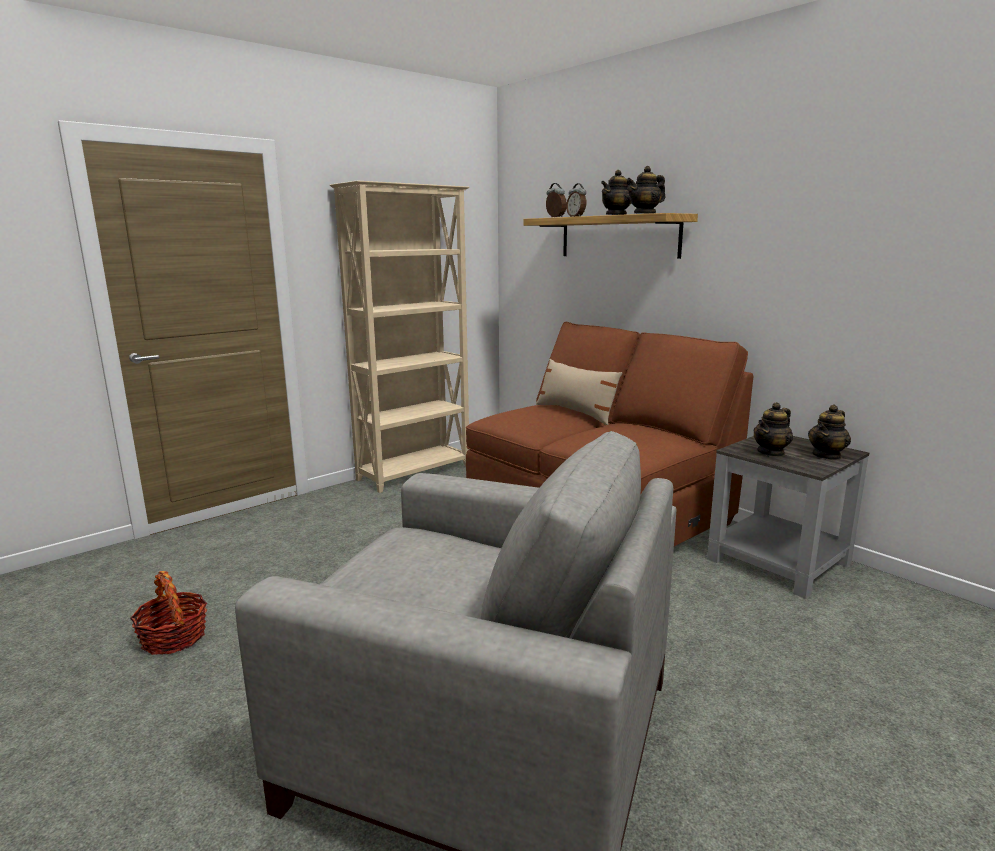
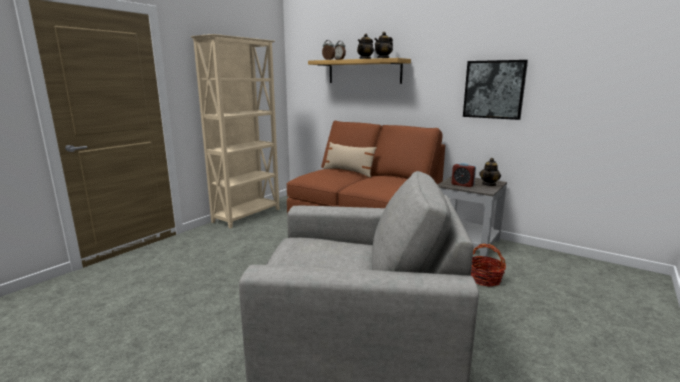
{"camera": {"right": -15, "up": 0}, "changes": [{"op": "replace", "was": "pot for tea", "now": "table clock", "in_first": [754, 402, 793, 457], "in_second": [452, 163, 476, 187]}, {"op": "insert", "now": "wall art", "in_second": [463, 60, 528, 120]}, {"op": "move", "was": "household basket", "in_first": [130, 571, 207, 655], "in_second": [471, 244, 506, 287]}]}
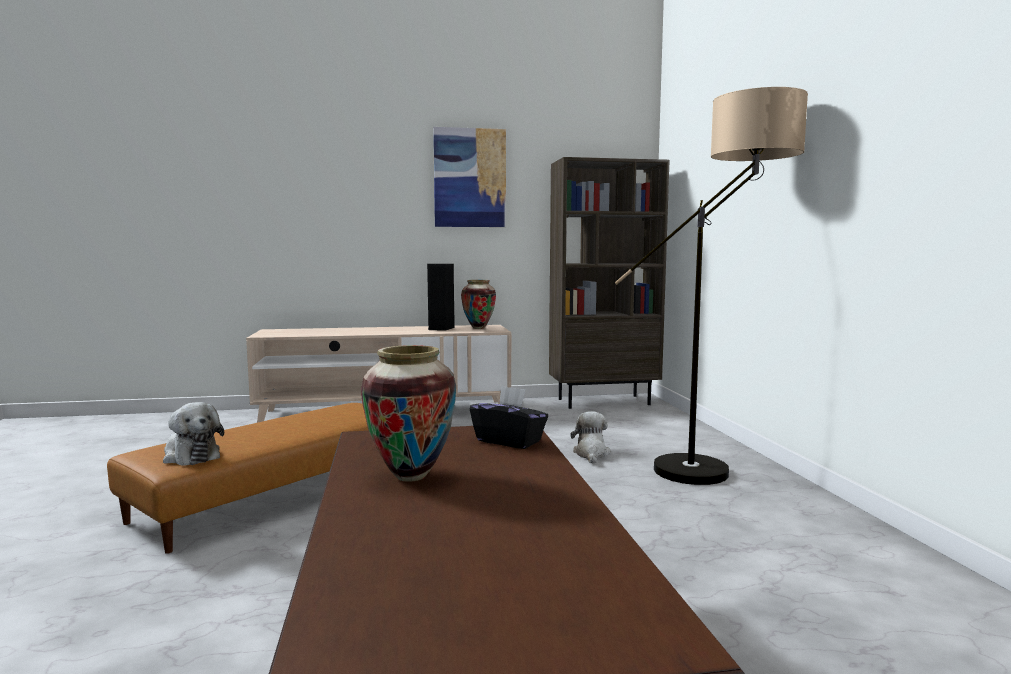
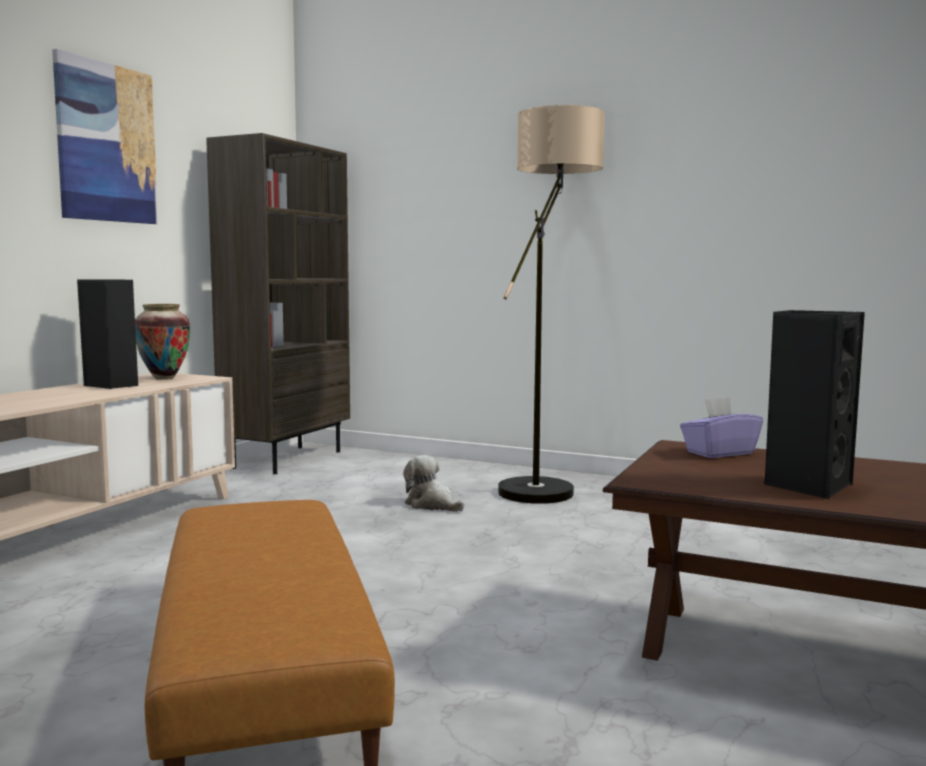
{"camera": {"right": -55, "up": 0}, "changes": [{"op": "recolor", "was": "black-coloured tissue box", "now": "purple-coloured tissue box", "in_first": [470, 386, 548, 449], "in_second": [680, 397, 763, 458]}, {"op": "replace", "was": "decorative vase", "now": "black-coloured loudspeaker", "in_first": [361, 345, 456, 482], "in_second": [764, 310, 865, 499]}, {"op": "delete", "was": "cuddly toy", "in_first": [163, 402, 224, 466]}]}
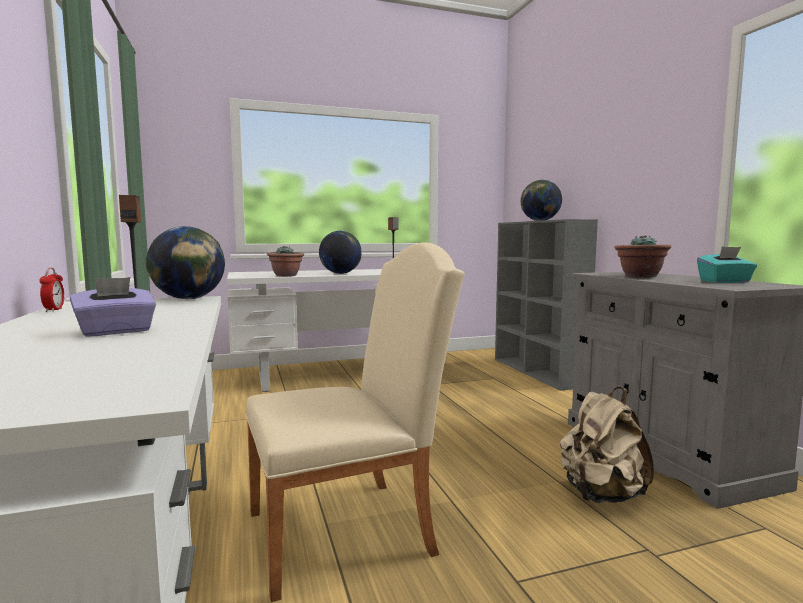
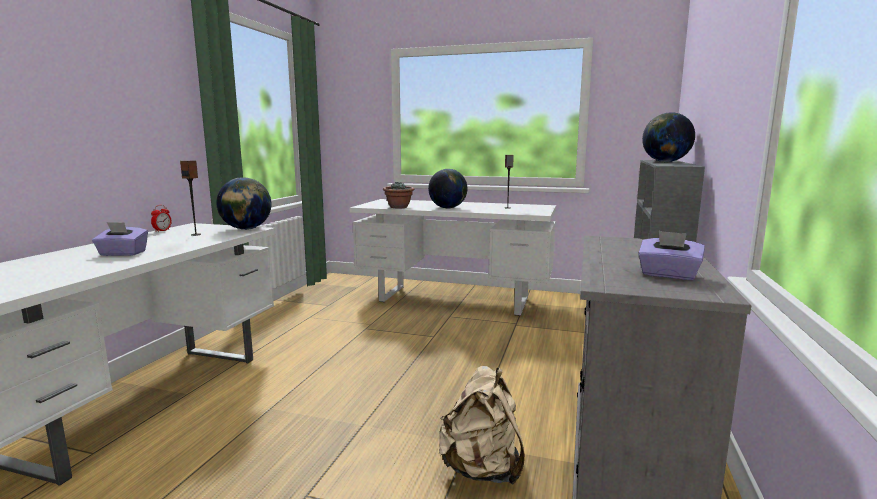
{"camera": {"right": 35, "up": 5}, "changes": [{"op": "recolor", "was": "turquoise-coloured tissue box", "now": "purple-coloured tissue box", "in_first": [697, 247, 757, 283], "in_second": [638, 231, 705, 280]}, {"op": "delete", "was": "sand-coloured upright chair", "in_first": [246, 242, 465, 602]}, {"op": "delete", "was": "plant in a pot", "in_first": [615, 235, 671, 278]}]}
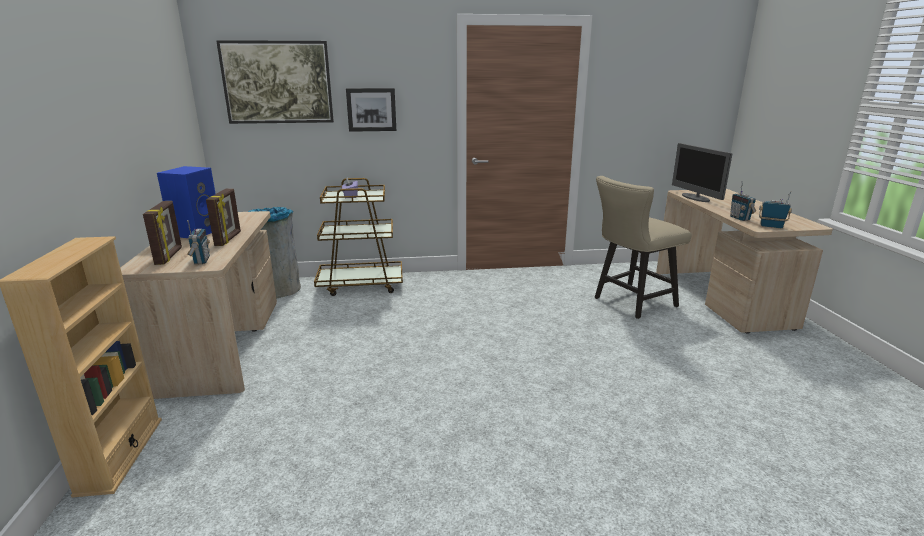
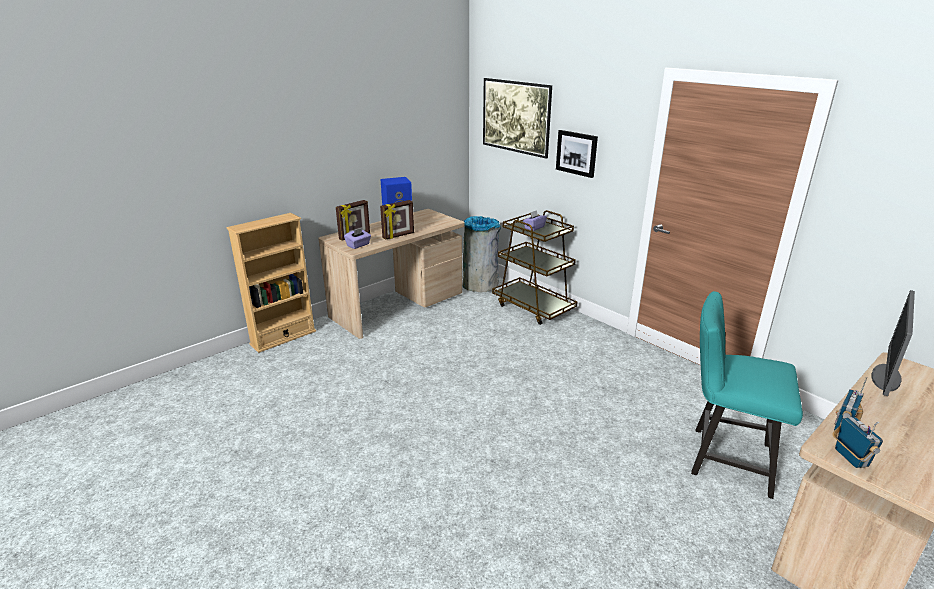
{"camera": {"right": 55, "up": 5}, "changes": [{"op": "replace", "was": "radio", "now": "purple-coloured tissue box", "in_first": [187, 220, 210, 264], "in_second": [344, 228, 371, 249]}, {"op": "recolor", "was": "sand-coloured upright chair", "now": "turquoise-coloured upright chair", "in_first": [595, 176, 691, 319], "in_second": [691, 291, 803, 499]}]}
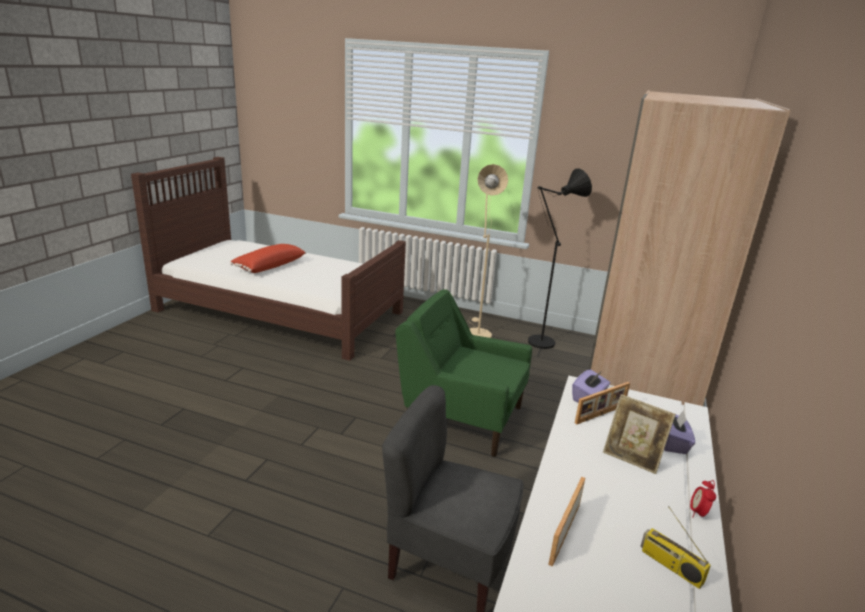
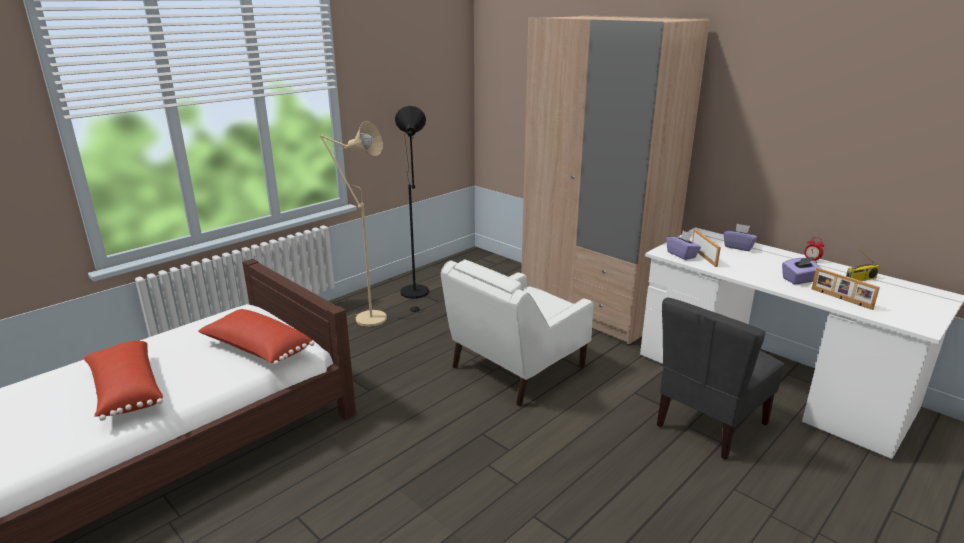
{"camera": {"right": -65, "up": 0}, "changes": [{"op": "insert", "now": "red pillow", "in_second": [198, 309, 314, 365]}, {"op": "recolor", "was": "greenish armchair", "now": "whitish armchair", "in_first": [395, 289, 532, 457], "in_second": [441, 259, 594, 406]}, {"op": "insert", "now": "purple-coloured tissue box", "in_second": [782, 257, 822, 284]}, {"op": "delete", "was": "photo frame", "in_first": [603, 394, 676, 474]}]}
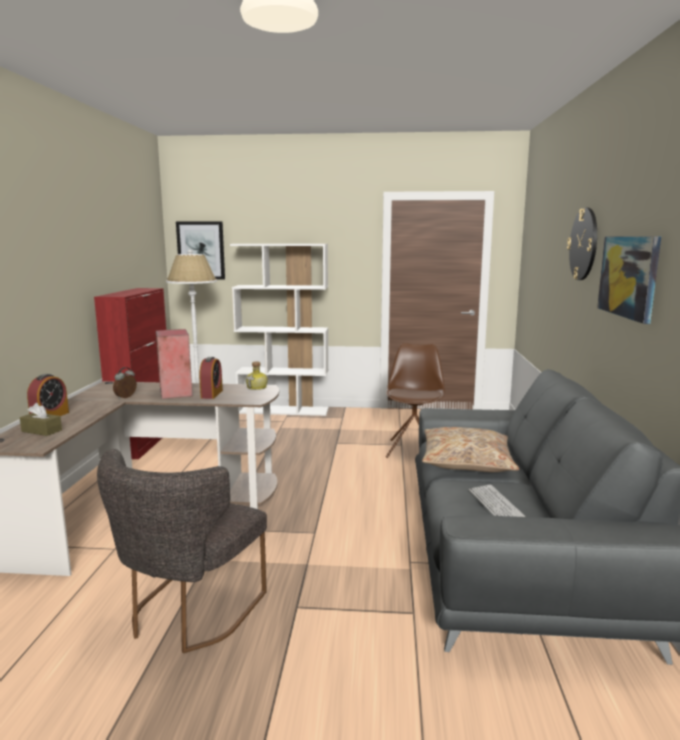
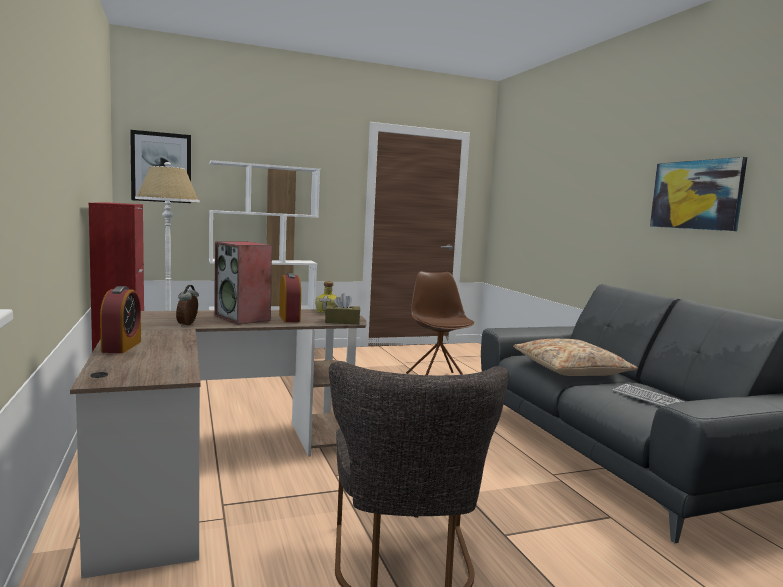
{"camera": {"right": -25, "up": -5}, "changes": [{"op": "move", "was": "brown tissue box", "in_first": [20, 403, 62, 436], "in_second": [325, 293, 360, 324]}, {"op": "delete", "was": "hanging clock", "in_first": [567, 207, 597, 280]}]}
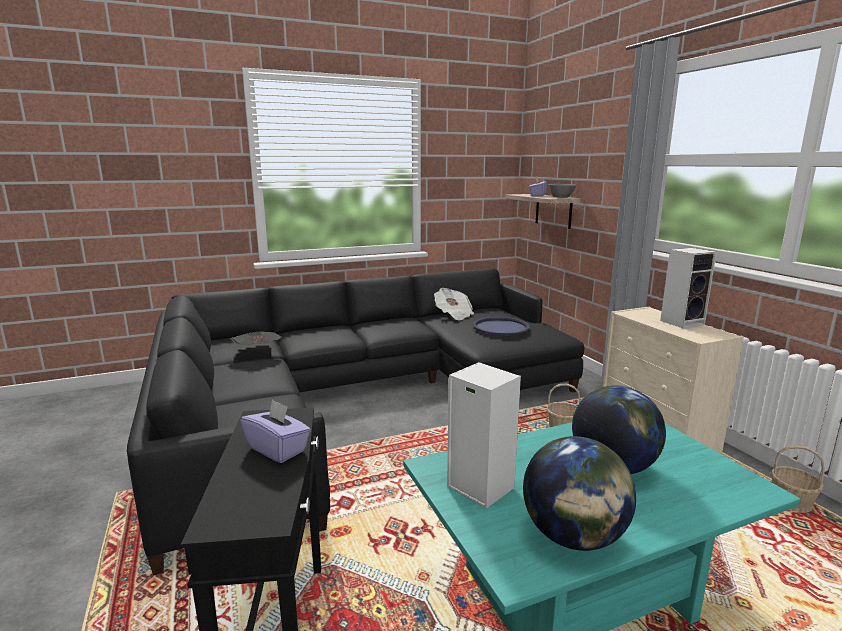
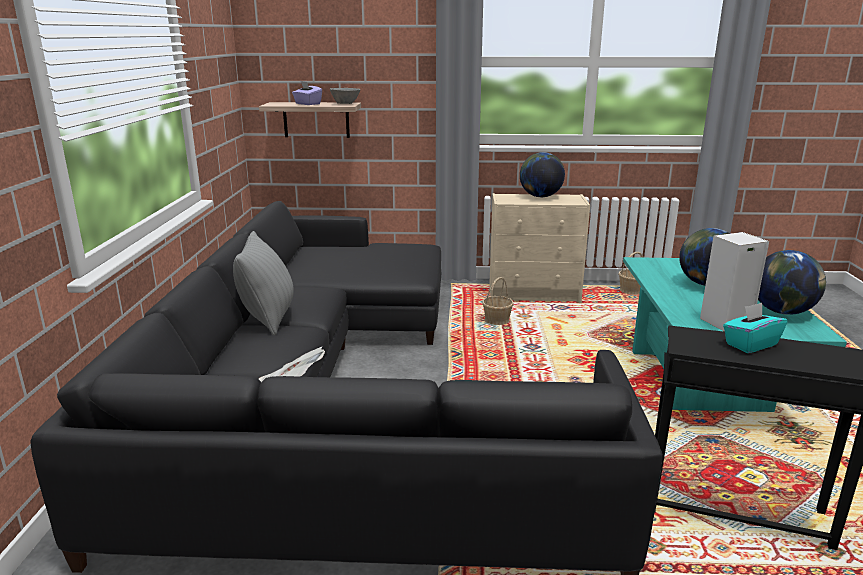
{"camera": {"right": -65, "up": 5}, "changes": [{"op": "insert", "now": "gray pillow", "in_second": [233, 231, 294, 335]}, {"op": "replace", "was": "loudspeaker", "now": "world globe", "in_first": [660, 248, 717, 328], "in_second": [520, 152, 565, 197]}, {"op": "recolor", "was": "purple-coloured tissue box", "now": "turquoise-coloured tissue box", "in_first": [240, 399, 311, 463], "in_second": [723, 303, 787, 353]}, {"op": "delete", "was": "daily paper", "in_first": [434, 288, 474, 321]}, {"op": "delete", "was": "blue-coloured serving tray", "in_first": [473, 317, 530, 336]}]}
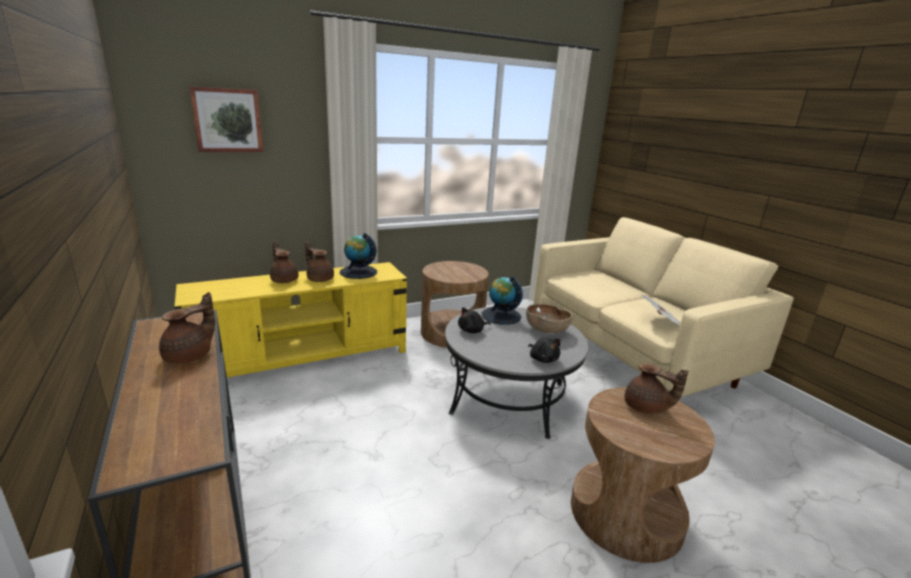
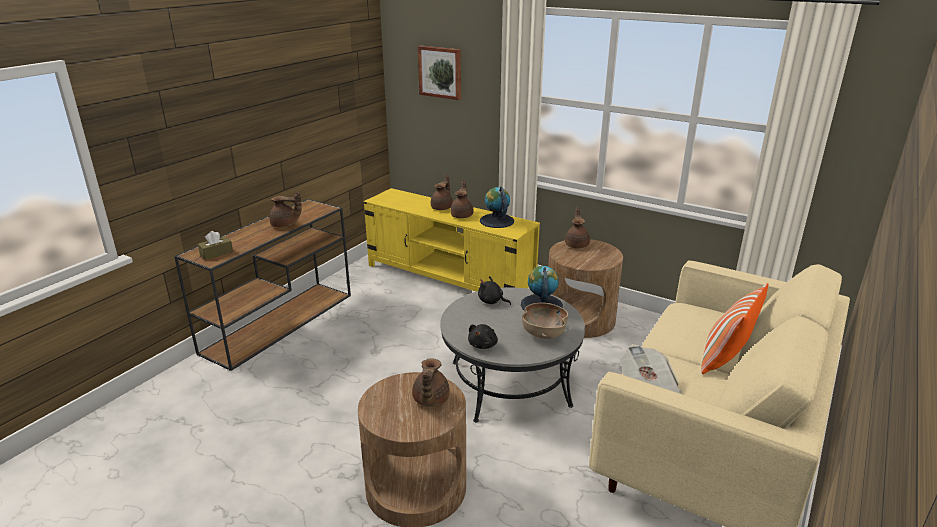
{"camera": {"right": 60, "up": 5}, "changes": [{"op": "insert", "now": "brown tissue box", "in_second": [198, 231, 233, 260]}, {"op": "insert", "now": "brown pot for tea", "in_second": [565, 207, 590, 248]}, {"op": "insert", "now": "pillow", "in_second": [701, 283, 769, 374]}]}
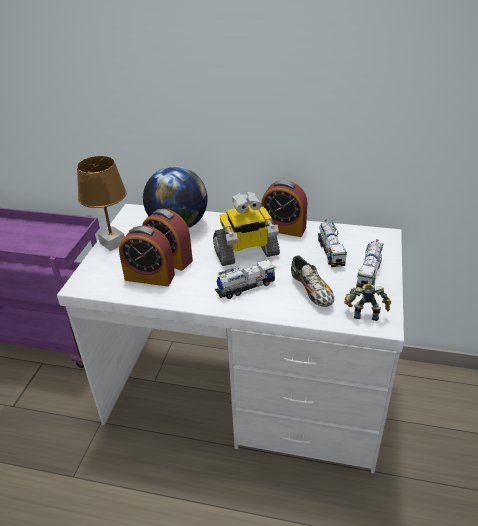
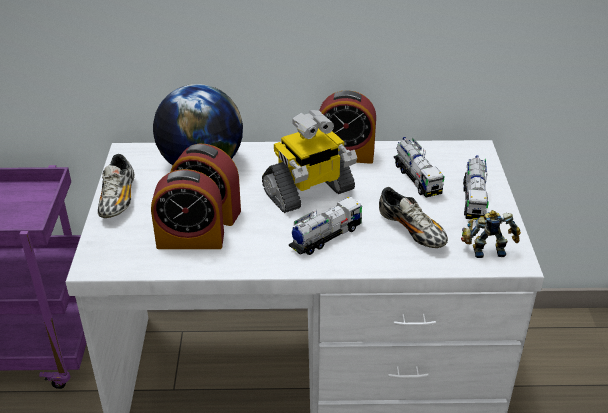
{"camera": {"right": -15, "up": 0}, "changes": [{"op": "replace", "was": "brown lamp for a table", "now": "low shoe", "in_first": [77, 156, 127, 251], "in_second": [98, 154, 135, 218]}]}
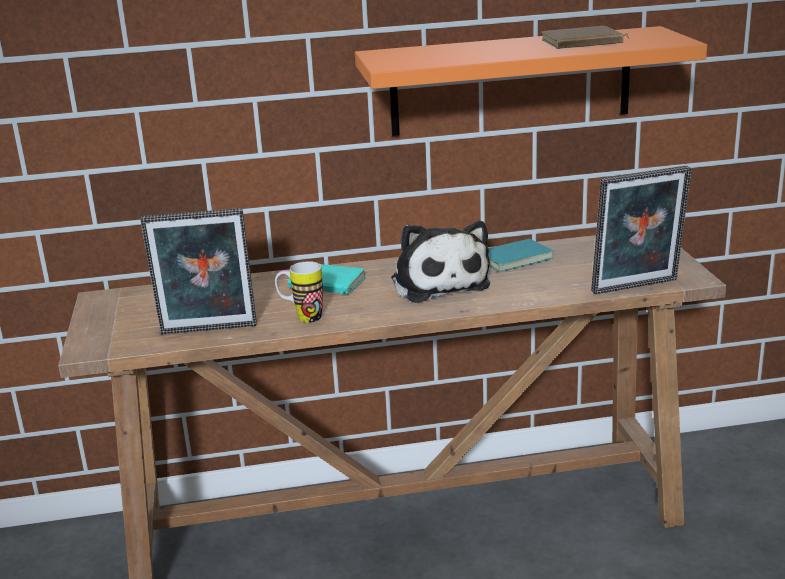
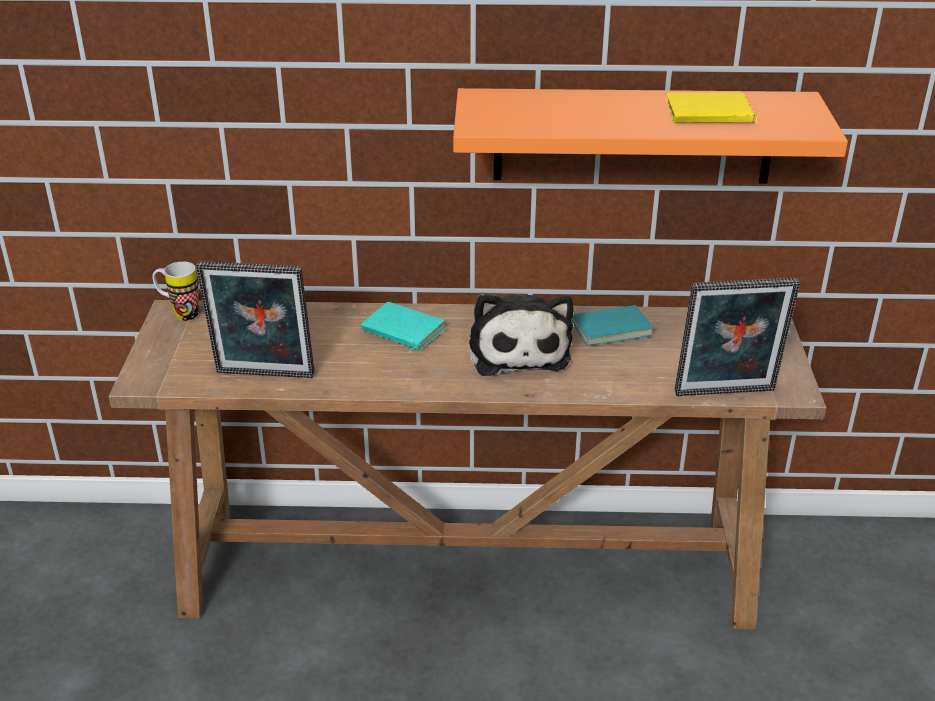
{"camera": {"right": 10, "up": 10}, "changes": [{"op": "move", "was": "mug", "in_first": [275, 261, 323, 323], "in_second": [152, 261, 199, 321]}, {"op": "recolor", "was": "brown book", "now": "yellow-coloured book", "in_first": [541, 26, 629, 49], "in_second": [667, 92, 759, 124]}]}
